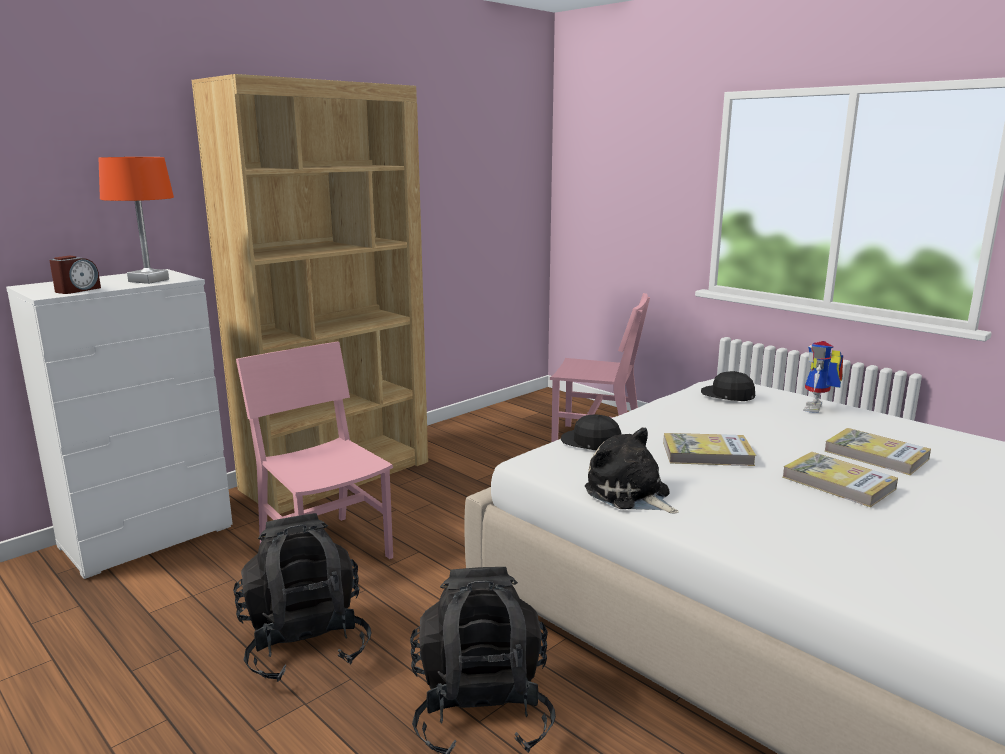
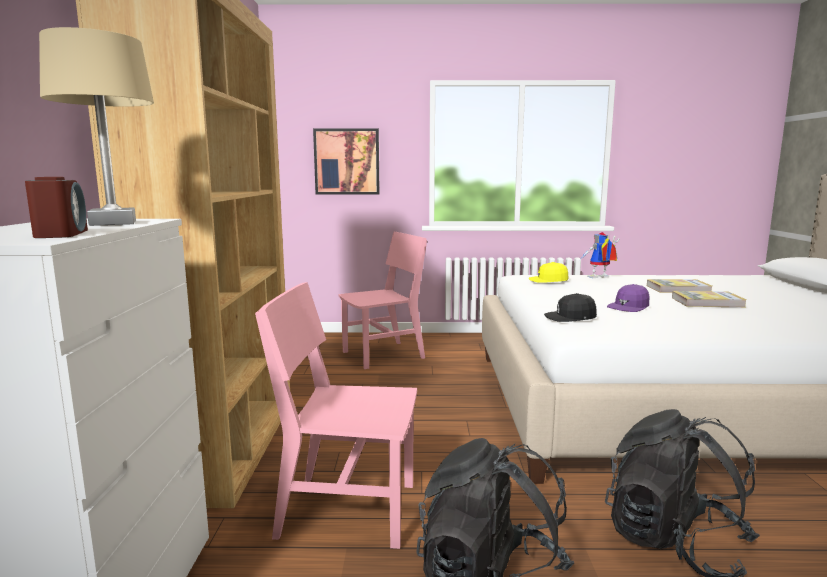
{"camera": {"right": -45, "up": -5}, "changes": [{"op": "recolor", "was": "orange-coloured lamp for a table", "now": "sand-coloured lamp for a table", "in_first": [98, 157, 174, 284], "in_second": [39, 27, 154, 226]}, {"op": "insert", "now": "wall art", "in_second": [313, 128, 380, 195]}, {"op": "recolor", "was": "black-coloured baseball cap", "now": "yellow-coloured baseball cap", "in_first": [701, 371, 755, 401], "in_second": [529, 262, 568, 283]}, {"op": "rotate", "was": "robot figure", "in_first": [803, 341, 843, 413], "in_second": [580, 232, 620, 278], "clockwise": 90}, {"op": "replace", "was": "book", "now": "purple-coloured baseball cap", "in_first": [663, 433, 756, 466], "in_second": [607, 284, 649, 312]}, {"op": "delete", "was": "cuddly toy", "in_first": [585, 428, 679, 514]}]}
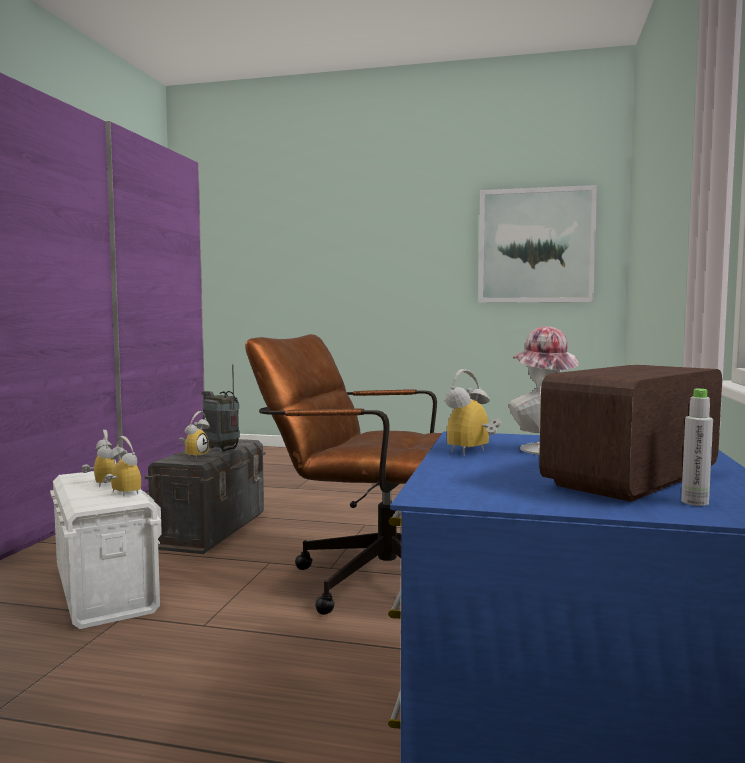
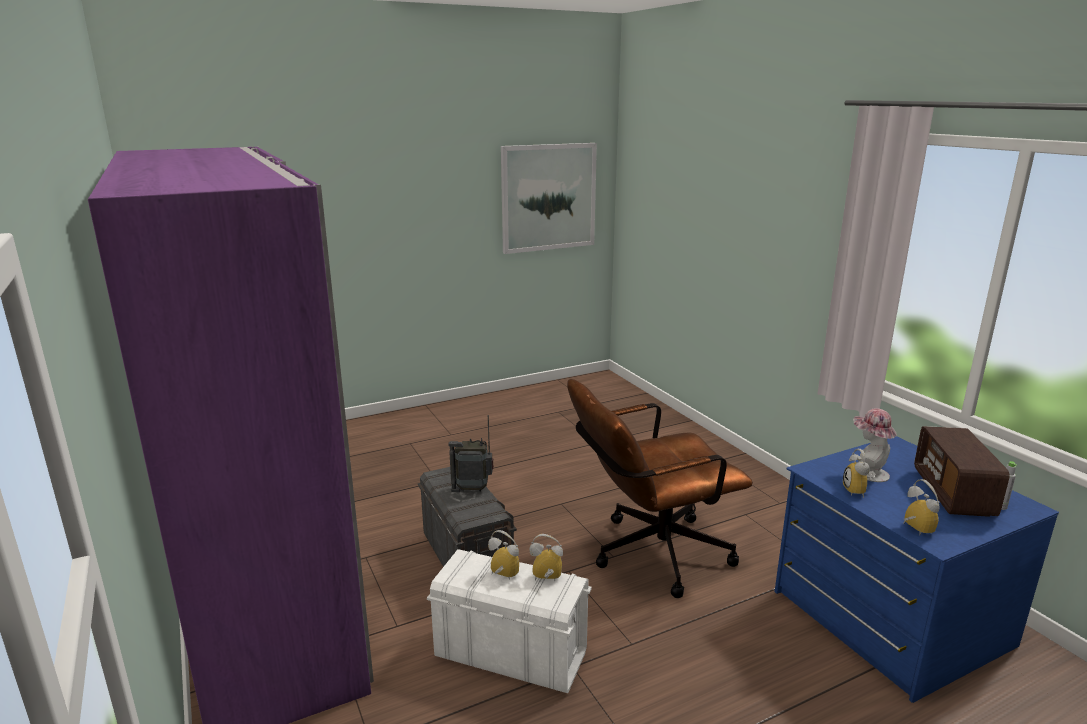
{"camera": {"right": -40, "up": 15}, "changes": [{"op": "move", "was": "table clock", "in_first": [179, 411, 210, 459], "in_second": [903, 479, 940, 535]}]}
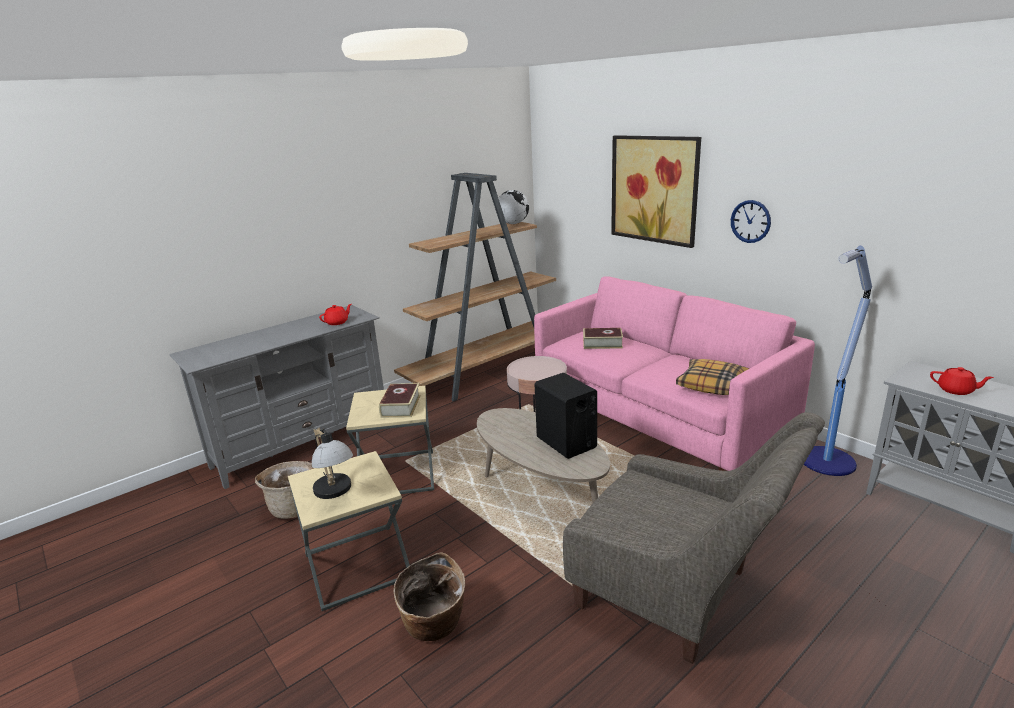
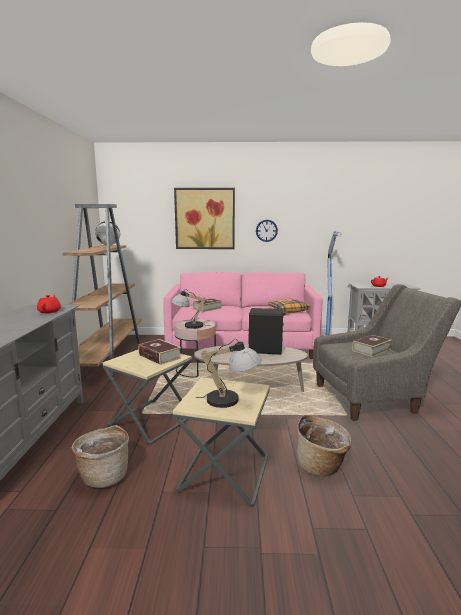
{"camera": {"right": -50, "up": -10}, "changes": [{"op": "insert", "now": "lamp for a table", "in_second": [171, 289, 208, 329]}, {"op": "insert", "now": "book", "in_second": [352, 335, 392, 357]}]}
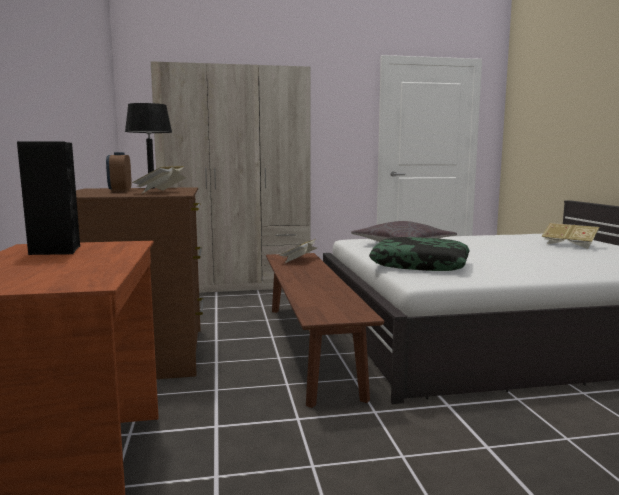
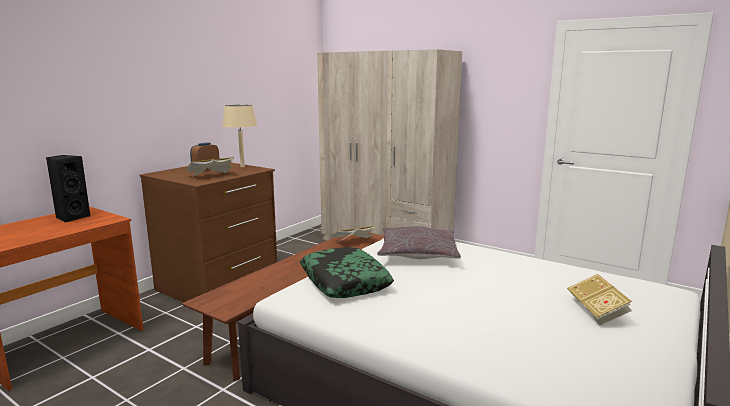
{"camera": {"right": 45, "up": 5}, "changes": [{"op": "recolor", "was": "black-coloured lamp for a table", "now": "sand-coloured lamp for a table", "in_first": [125, 103, 172, 189], "in_second": [222, 105, 257, 167]}]}
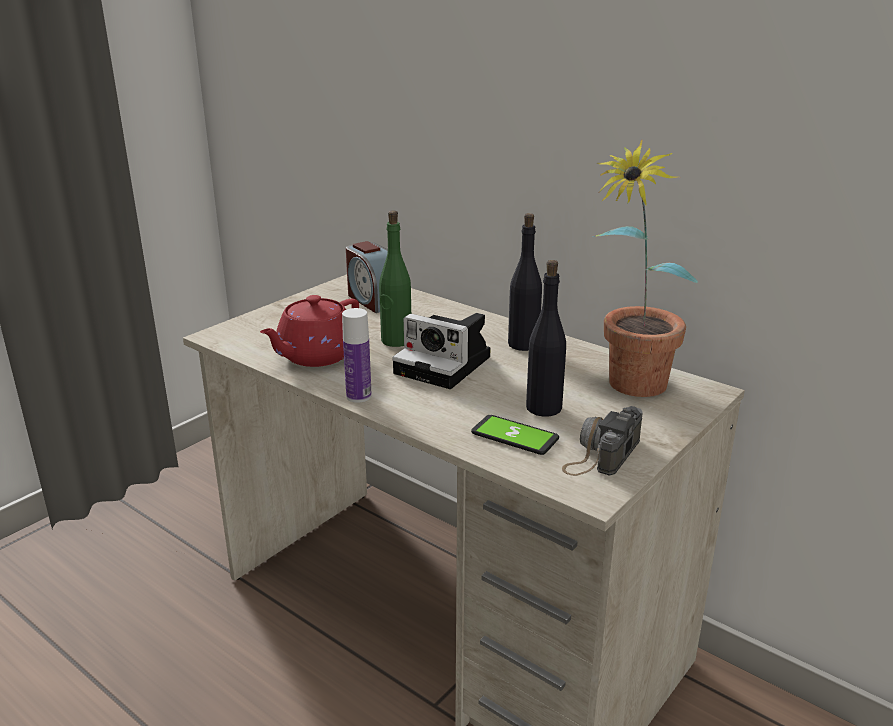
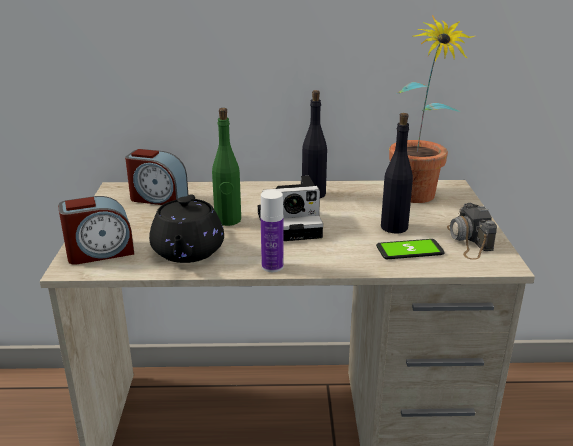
{"camera": {"right": -40, "up": 0}, "changes": [{"op": "insert", "now": "table clock", "in_second": [58, 196, 134, 265]}, {"op": "recolor", "was": "red pot for tea", "now": "black-coloured pot for tea", "in_first": [260, 295, 359, 367], "in_second": [149, 195, 224, 263]}]}
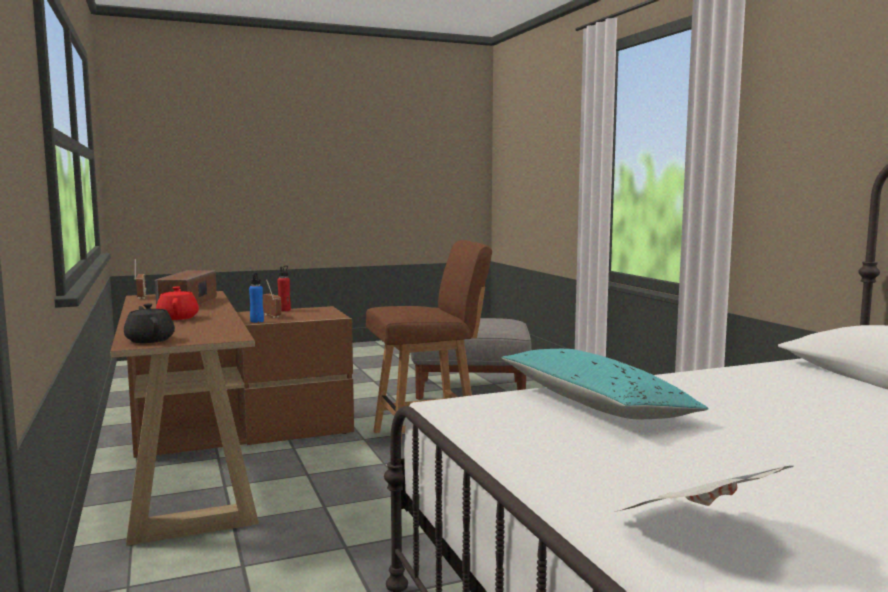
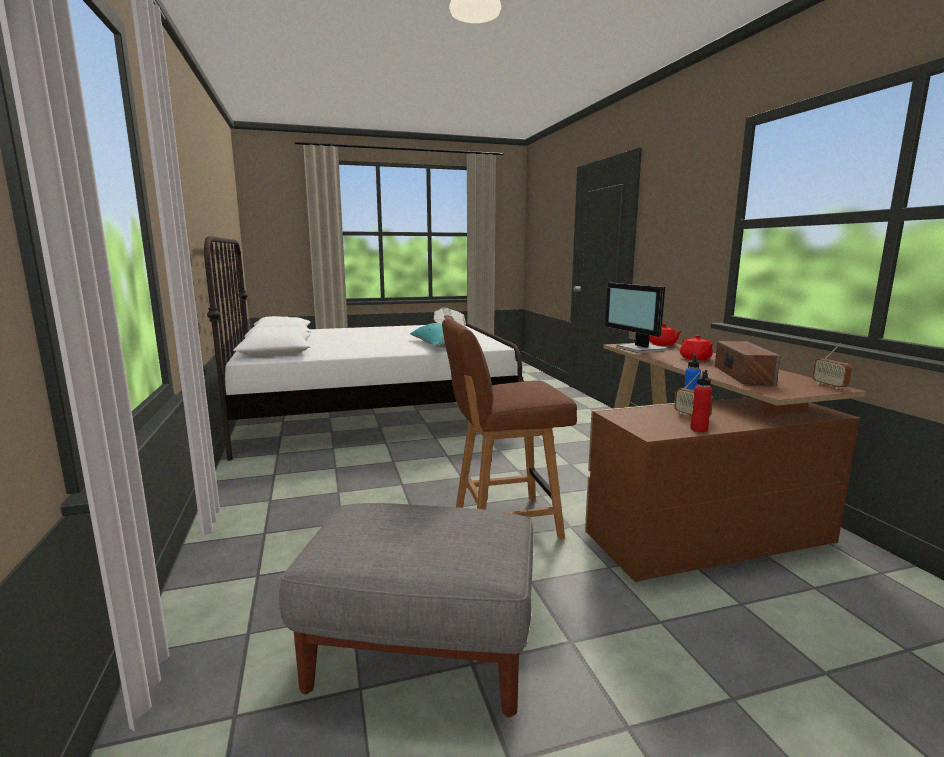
{"camera": {"right": -175, "up": 5}, "changes": [{"op": "insert", "now": "computer display", "in_second": [605, 283, 668, 353]}, {"op": "recolor", "was": "black-coloured pot for tea", "now": "red pot for tea", "in_first": [124, 303, 175, 343], "in_second": [649, 324, 682, 346]}]}
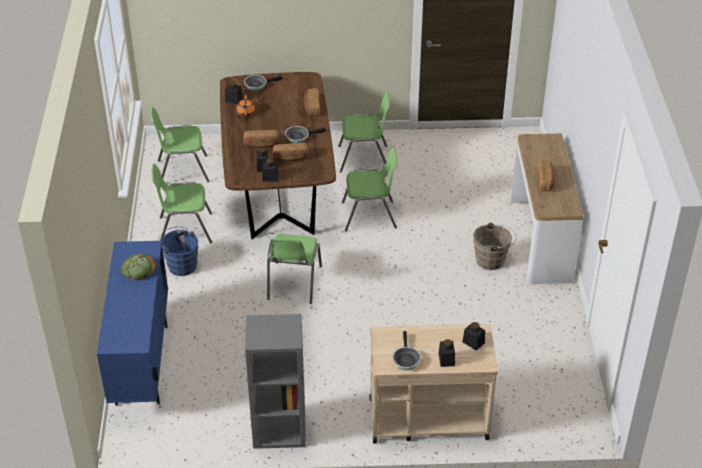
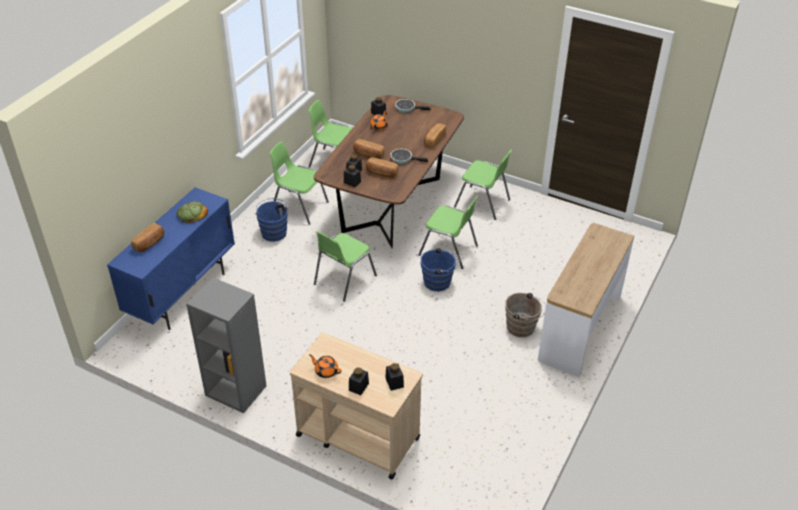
{"camera": {"right": 30, "up": 0}, "changes": [{"op": "move", "was": "bread", "in_first": [538, 161, 555, 191], "in_second": [131, 223, 164, 252]}, {"op": "replace", "was": "skillet", "now": "orange-coloured pot for tea", "in_first": [392, 331, 421, 370], "in_second": [309, 354, 342, 378]}, {"op": "insert", "now": "blue-coloured pail", "in_second": [421, 248, 460, 291]}]}
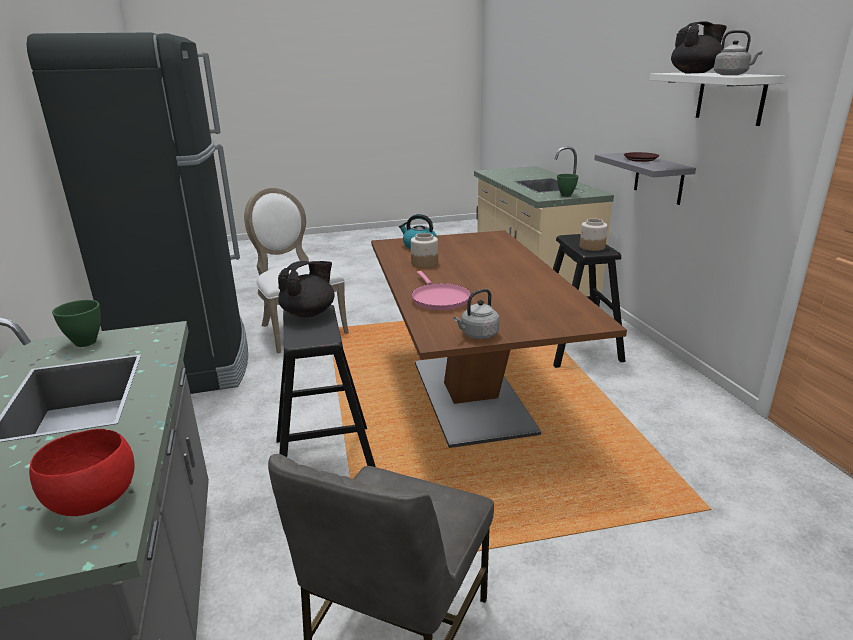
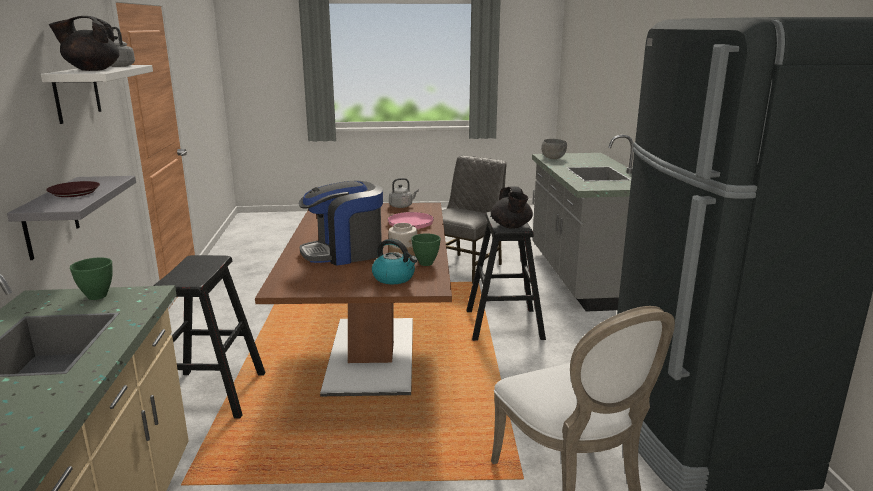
{"camera": {"right": -170, "up": -5}, "changes": [{"op": "insert", "now": "coffee machine", "in_second": [299, 181, 383, 266]}, {"op": "move", "was": "greenish deep dish", "in_first": [52, 300, 101, 347], "in_second": [411, 233, 441, 266]}, {"op": "rotate", "was": "black-coloured pot for tea", "in_first": [278, 261, 335, 318], "in_second": [491, 186, 533, 229], "clockwise": -60}, {"op": "recolor", "was": "red deep dish", "now": "gray deep dish", "in_first": [29, 429, 135, 516], "in_second": [541, 139, 567, 159]}, {"op": "delete", "was": "jar", "in_first": [580, 219, 608, 251]}]}
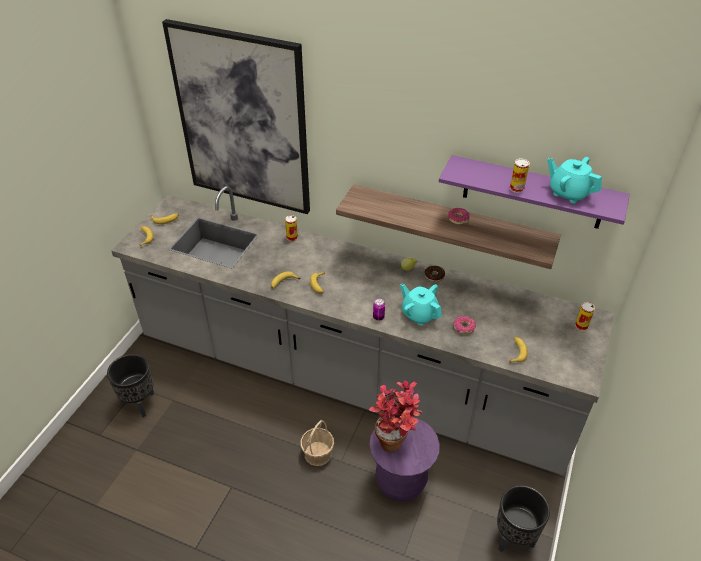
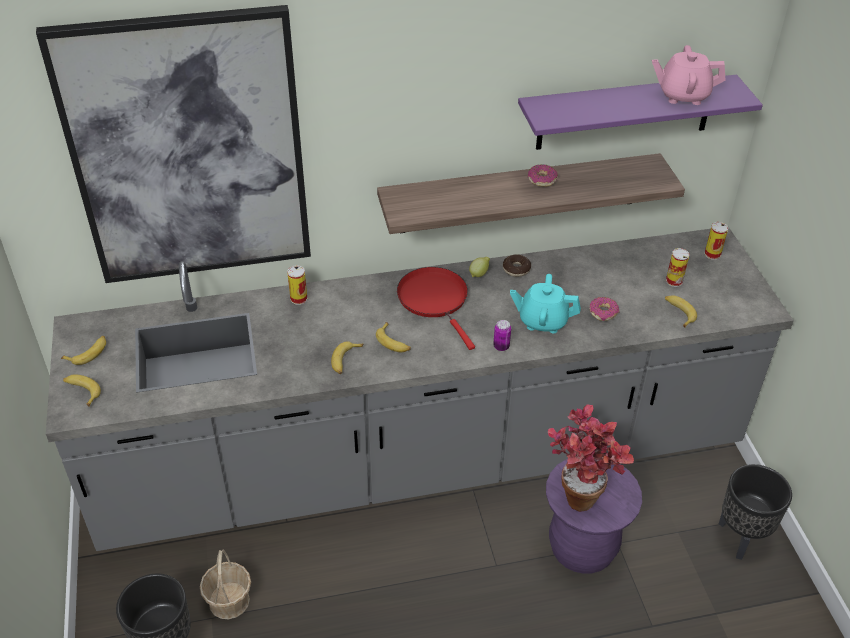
{"camera": {"right": -35, "up": 0}, "changes": [{"op": "move", "was": "household basket", "in_first": [300, 420, 334, 466], "in_second": [200, 550, 251, 619]}, {"op": "insert", "now": "red skillet", "in_second": [397, 267, 475, 350]}, {"op": "recolor", "was": "turquoise-coloured pot for tea", "now": "pink pot for tea", "in_first": [547, 157, 602, 203], "in_second": [652, 45, 726, 105]}, {"op": "move", "was": "metal can", "in_first": [510, 158, 530, 193], "in_second": [666, 248, 690, 287]}]}
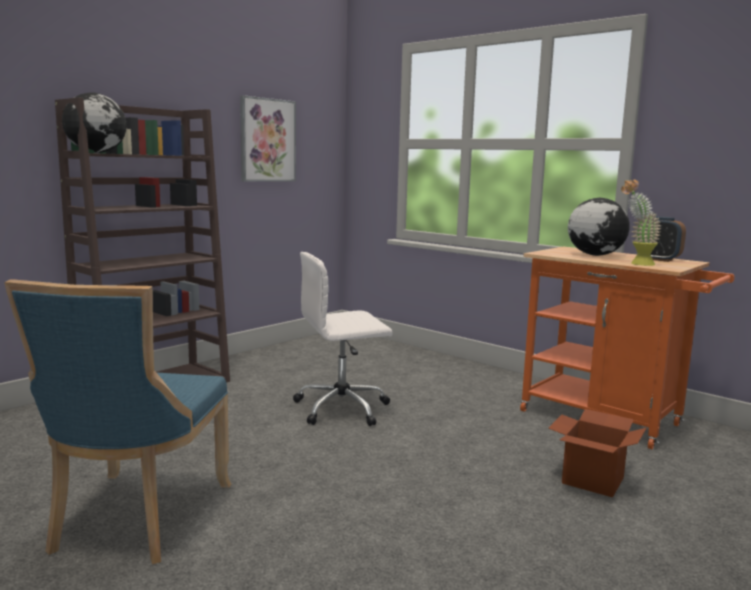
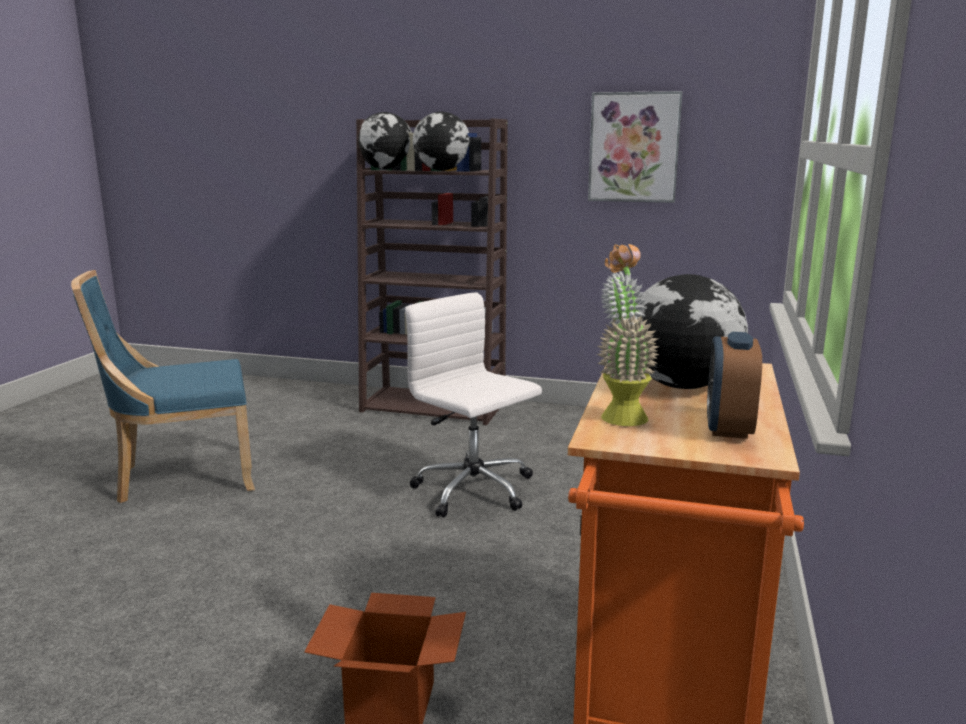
{"camera": {"right": 65, "up": 5}, "changes": [{"op": "insert", "now": "world globe", "in_second": [413, 111, 469, 171]}]}
